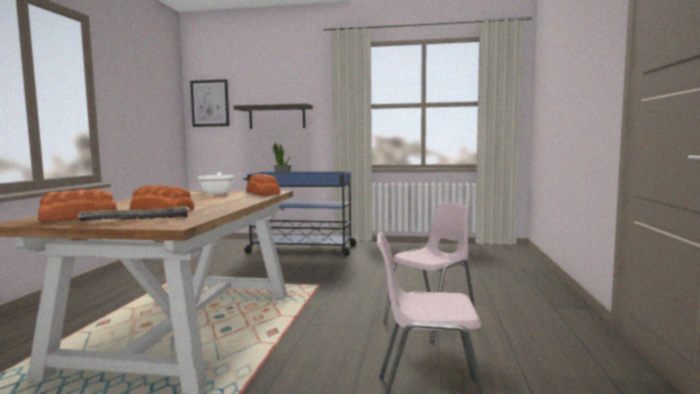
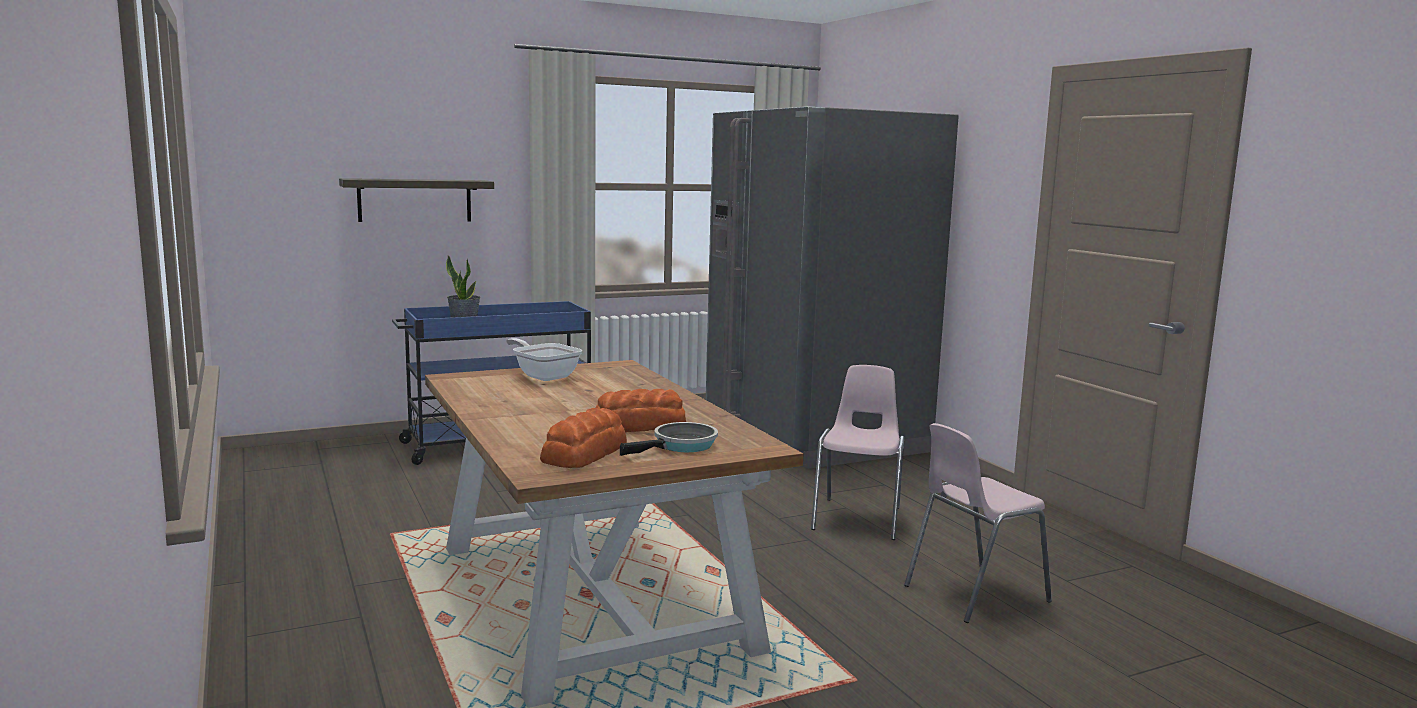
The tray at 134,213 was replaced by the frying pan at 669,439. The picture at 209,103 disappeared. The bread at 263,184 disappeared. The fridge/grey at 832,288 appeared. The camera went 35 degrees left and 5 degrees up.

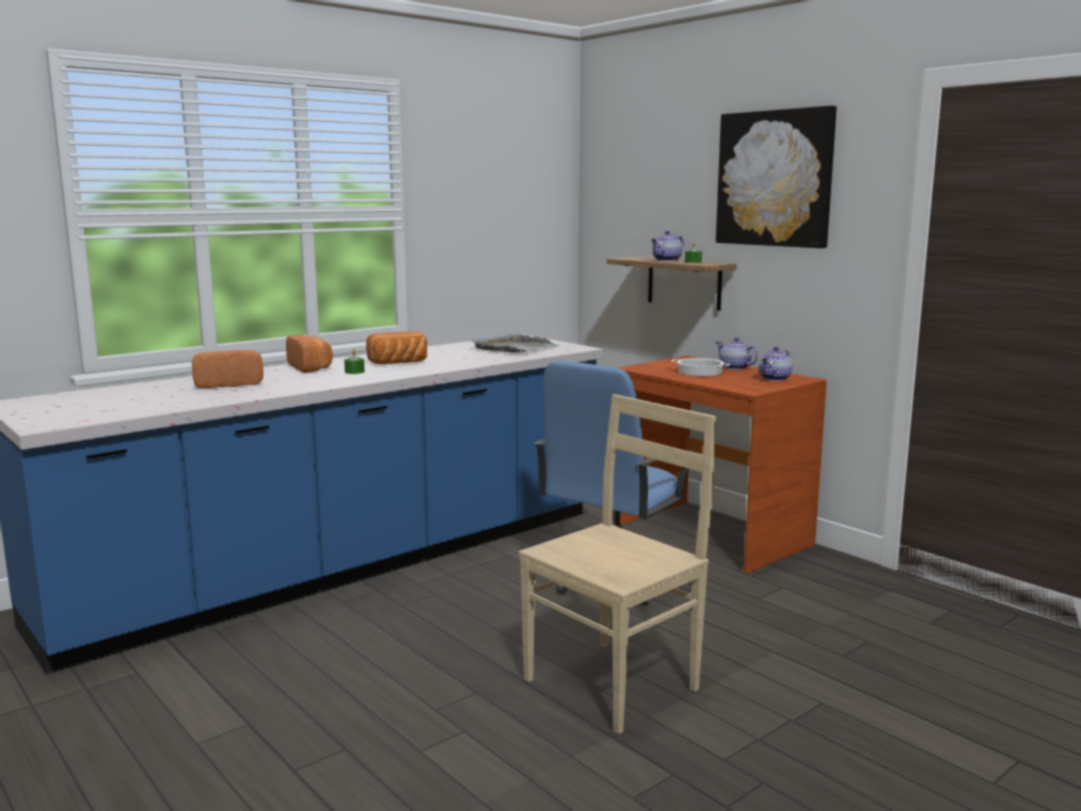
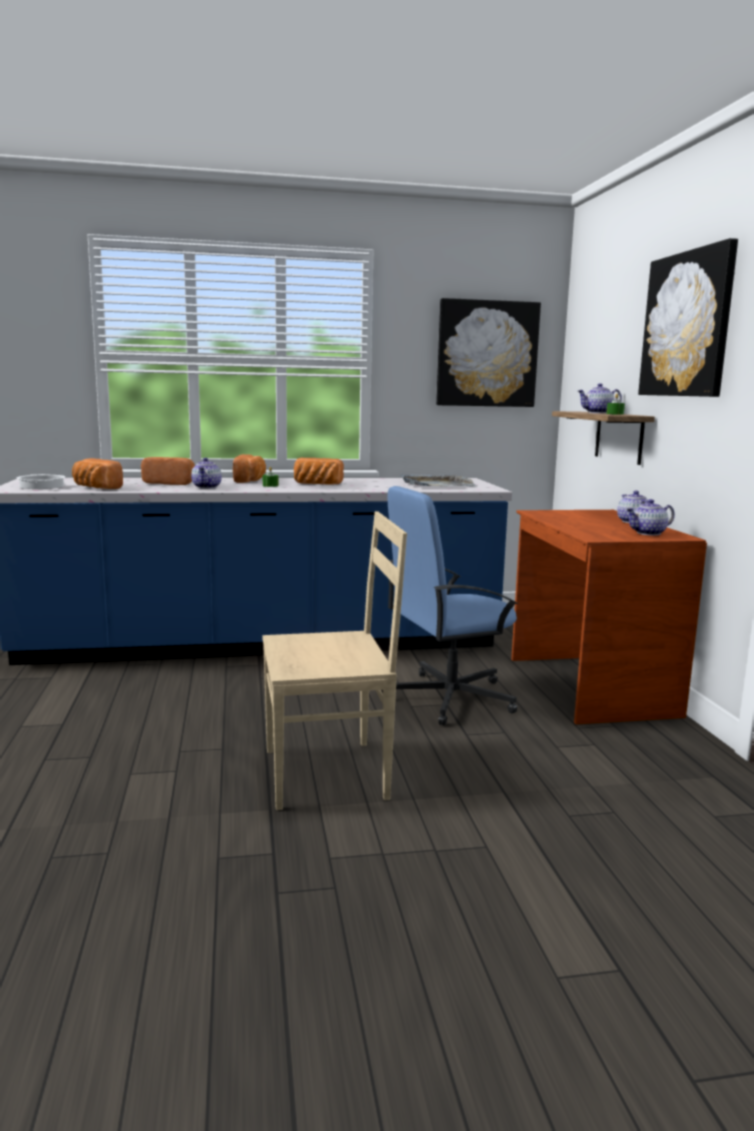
The cooking pot moved from 700,367 to 40,481. The bread at 97,473 appeared. The teapot at 206,473 appeared. The picture at 488,352 appeared. The camera went 30 degrees right and 0 degrees up.

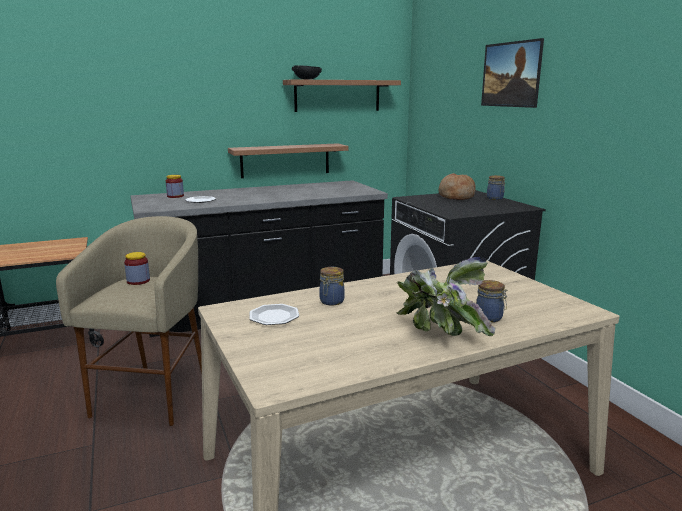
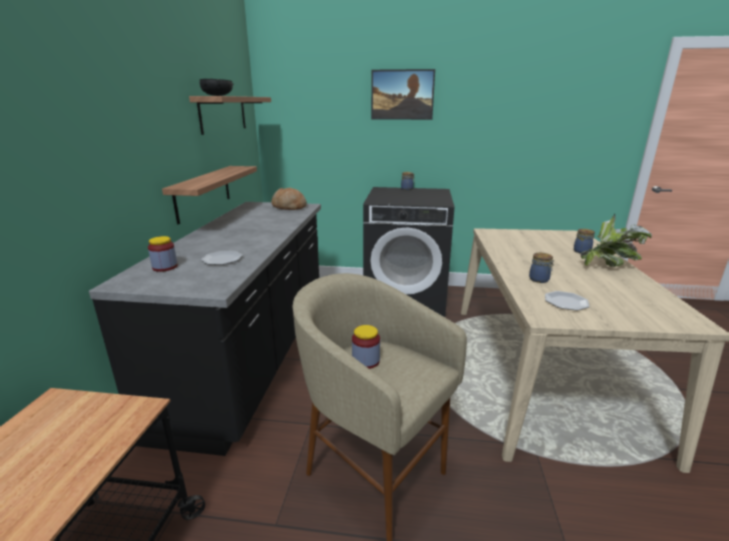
The bread moved from 457,186 to 289,198. The camera went 60 degrees left and 5 degrees up.

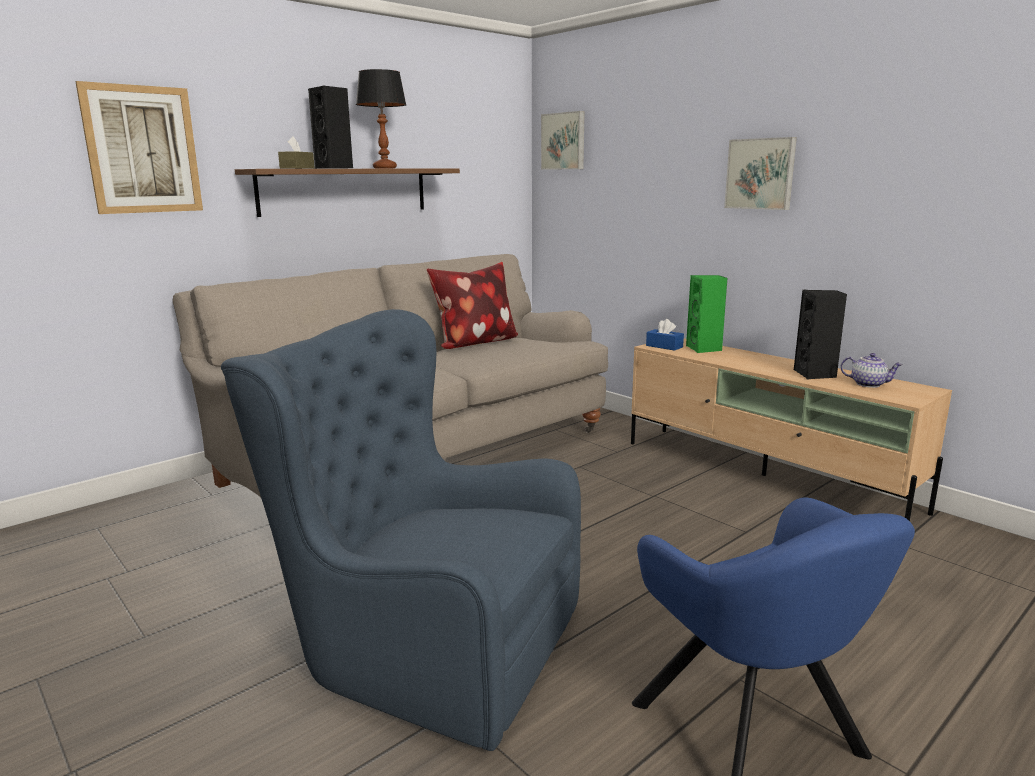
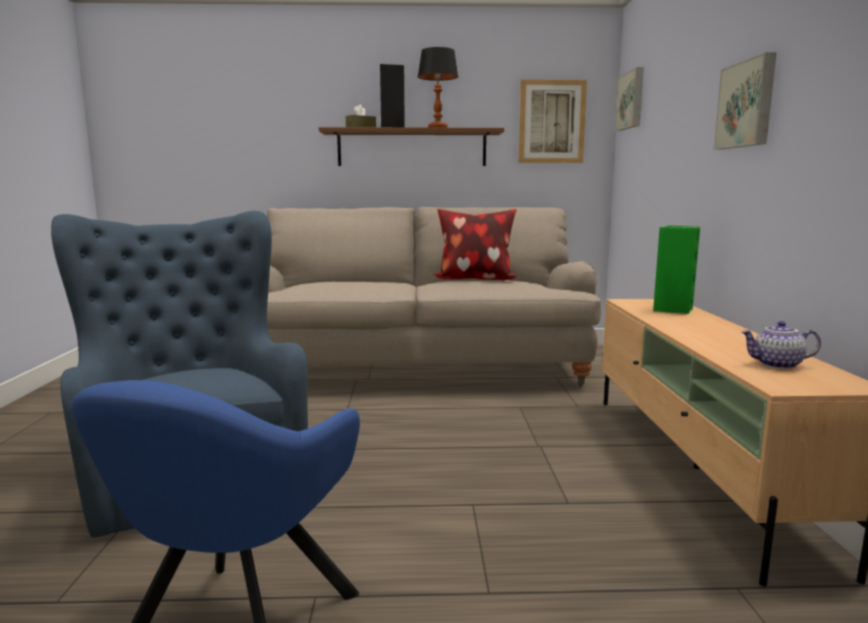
The picture moved from 139,147 to 553,121. The tissue box/blue at 665,335 disappeared. The speaker/black at 820,334 disappeared. The teapot at 871,370 turned 120 degrees clockwise. The camera went 40 degrees right and 5 degrees down.

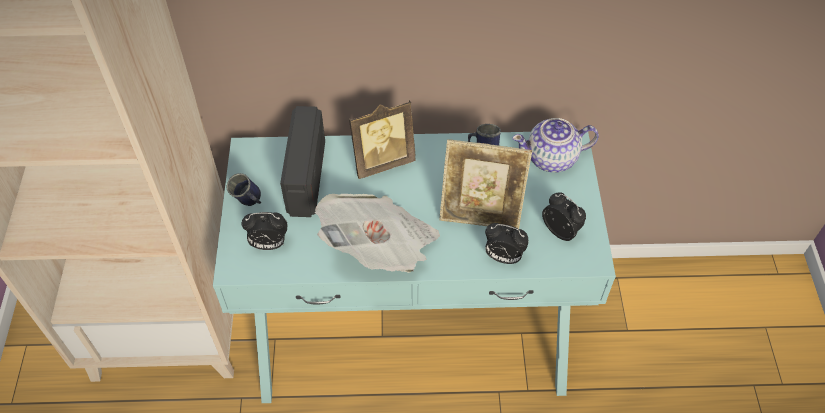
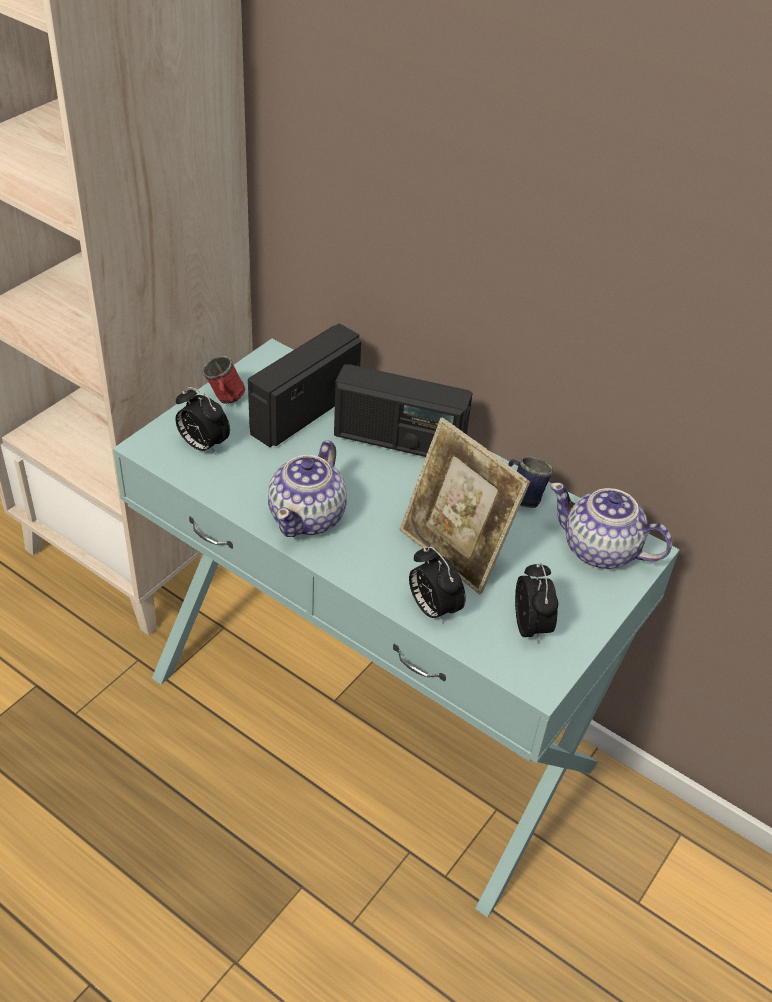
The mug/blue at 243,189 became the mug/red at 224,379. The newspaper at 377,233 was replaced by the teapot at 307,488. The picture frame at 382,139 was replaced by the radio at 403,410. The camera went 35 degrees right and 10 degrees down.

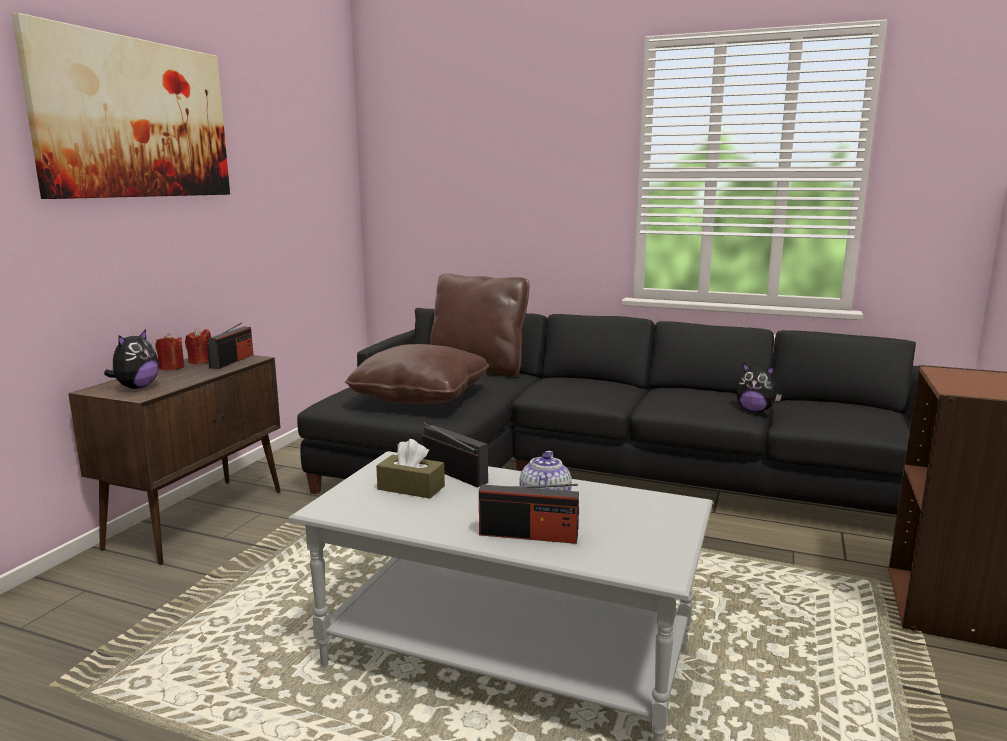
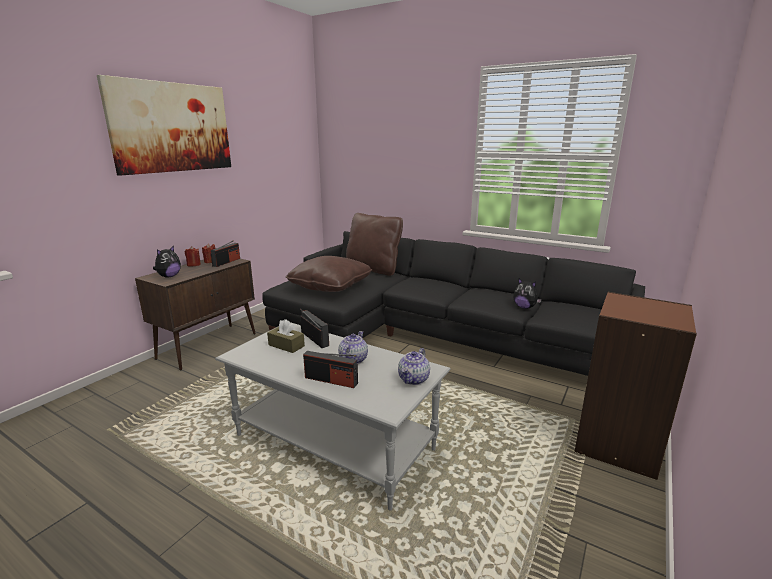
The teapot at 414,366 appeared. The camera went 10 degrees right and 5 degrees up.

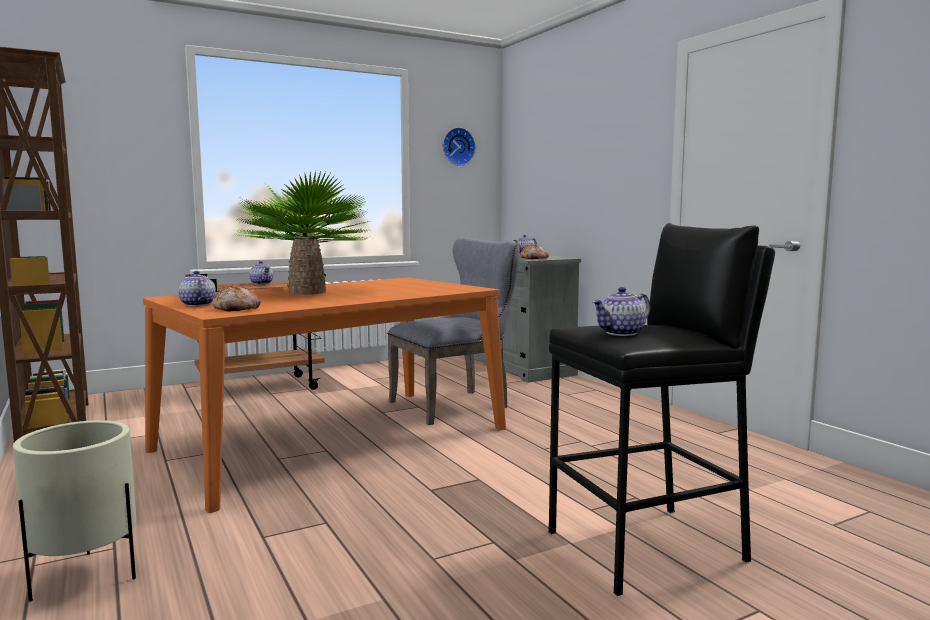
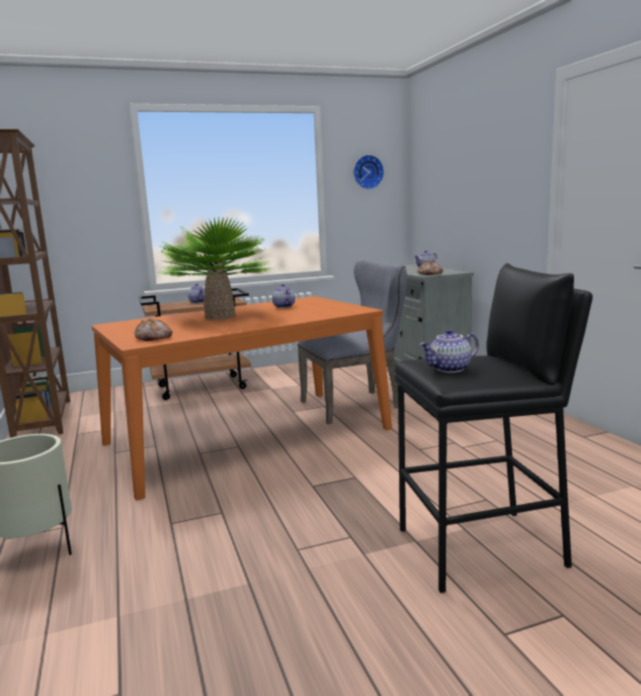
The teapot moved from 197,288 to 283,296. The camera went 10 degrees right and 5 degrees up.

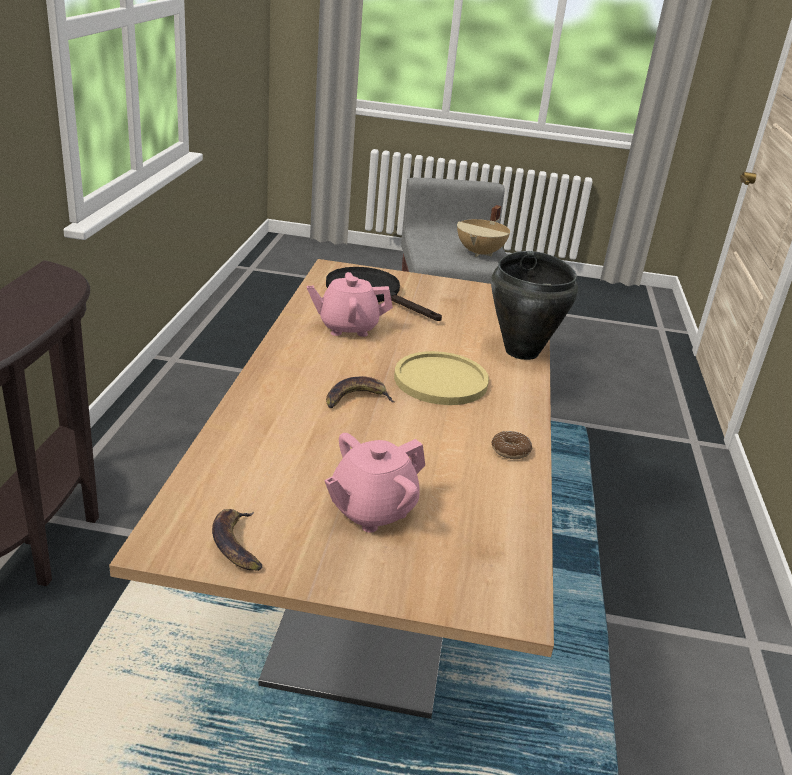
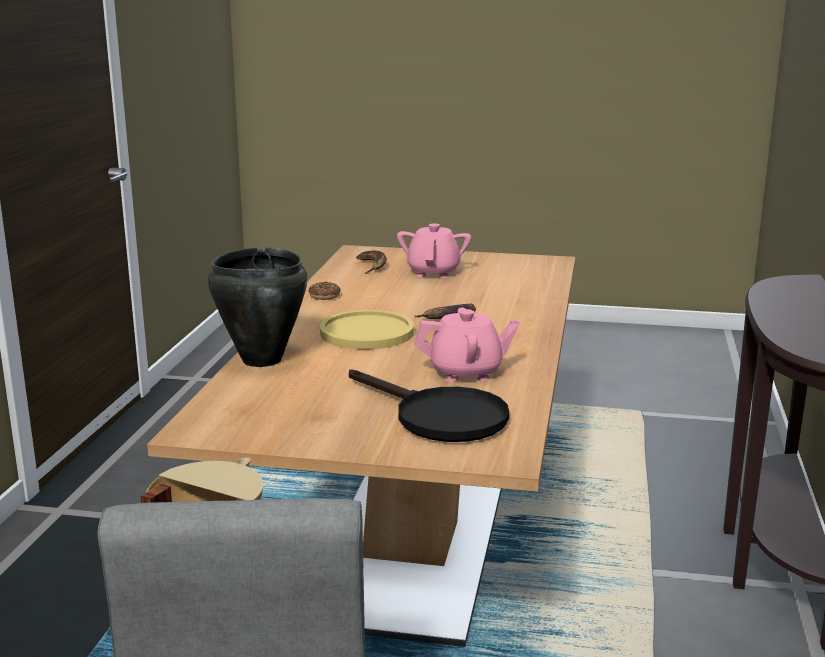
The banana moved from 237,540 to 371,262. The teapot/pink at 375,483 turned 45 degrees counterclockwise. The camera went 175 degrees left and 10 degrees down.

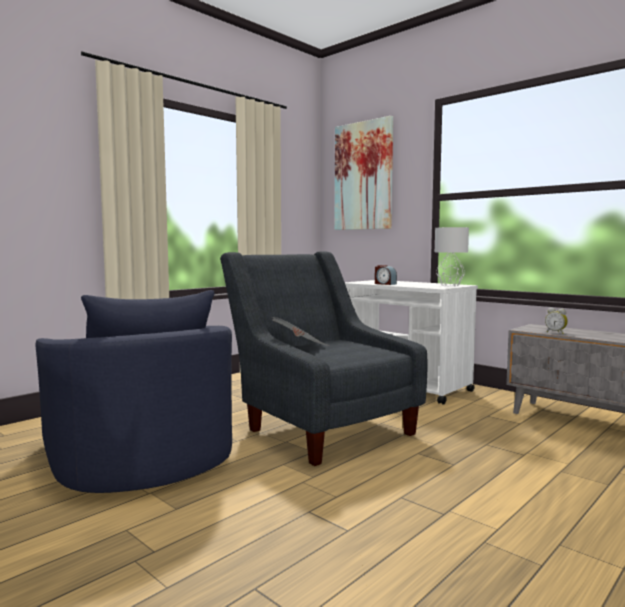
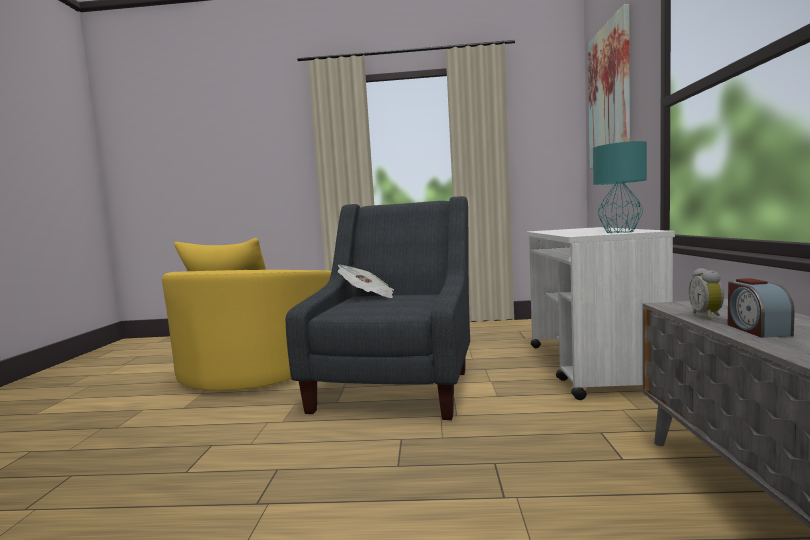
The armchair/blue at 133,391 became the armchair/yellow at 246,314. The alarm clock moved from 386,275 to 761,308. The table lamp/grey at 452,257 became the table lamp/turquoise at 620,187. The camera went 50 degrees right and 0 degrees up.

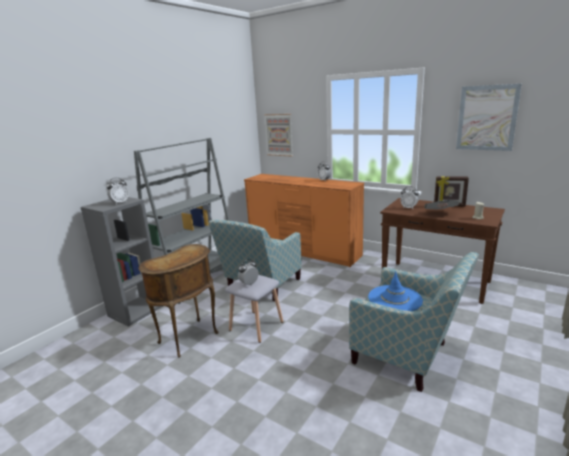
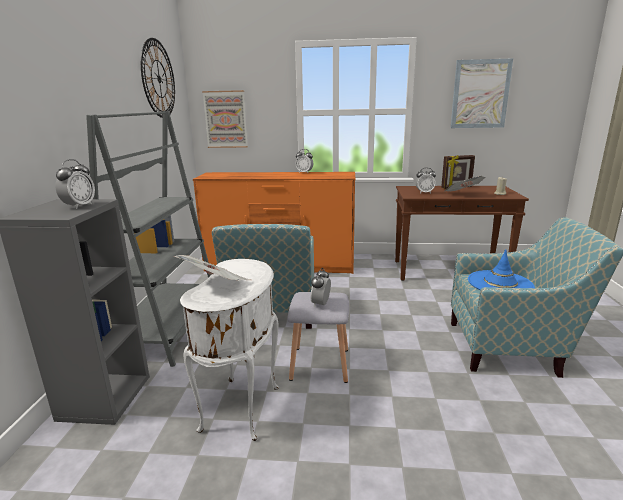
The side table/brown at 179,301 became the side table/white at 229,350. The wall clock at 158,78 appeared. The newspaper at 212,268 appeared. The camera went 30 degrees left and 0 degrees up.

